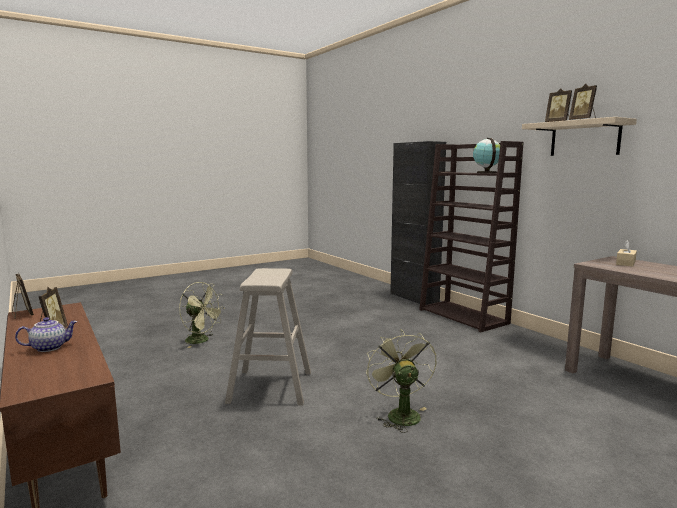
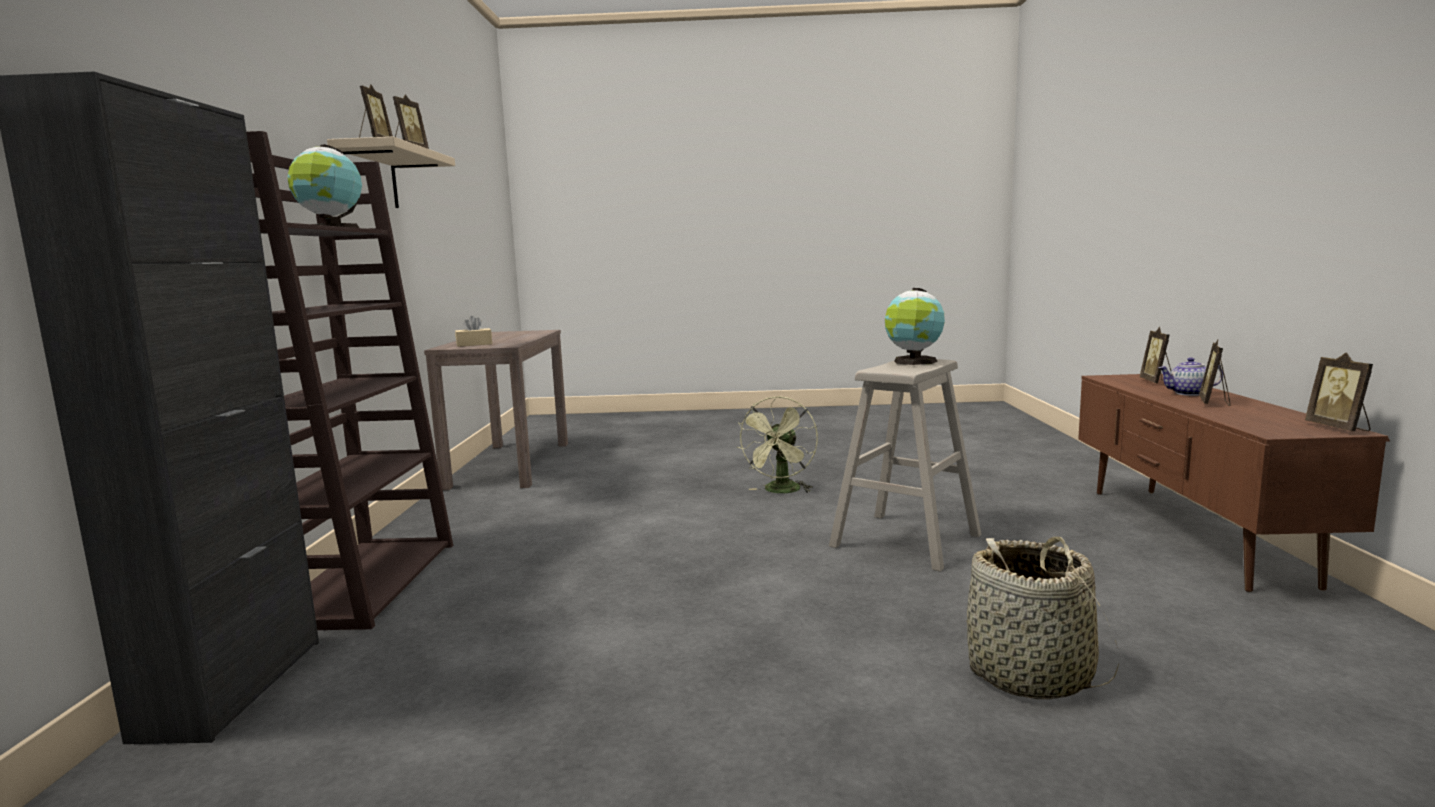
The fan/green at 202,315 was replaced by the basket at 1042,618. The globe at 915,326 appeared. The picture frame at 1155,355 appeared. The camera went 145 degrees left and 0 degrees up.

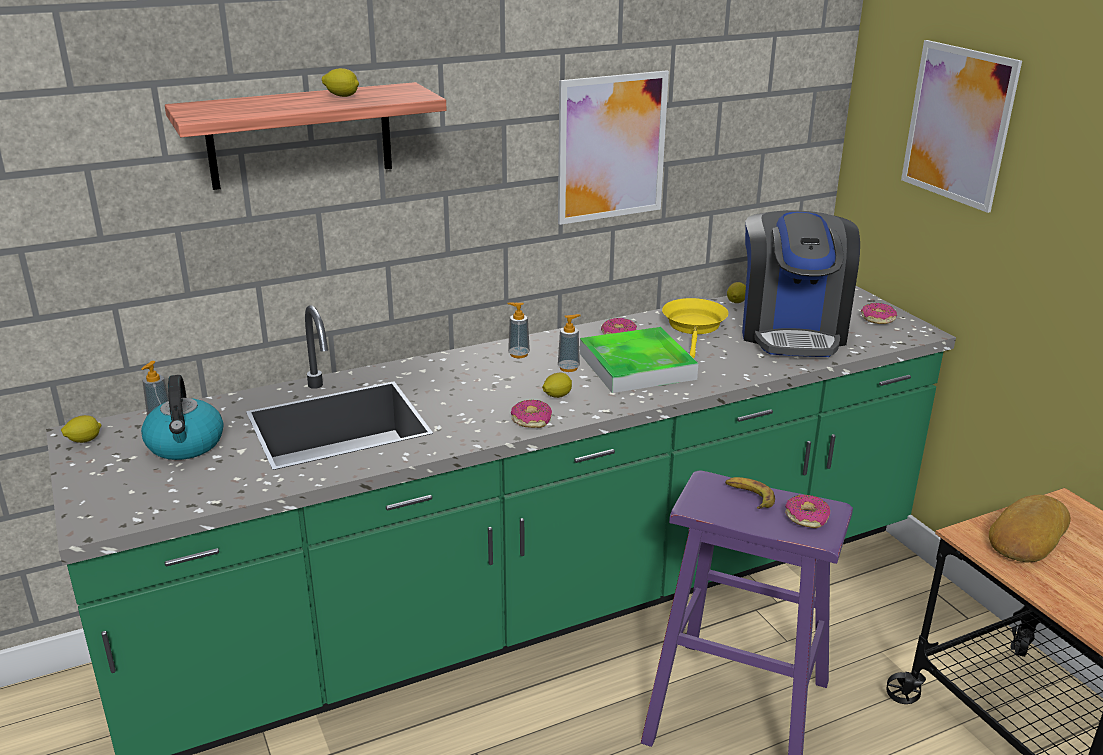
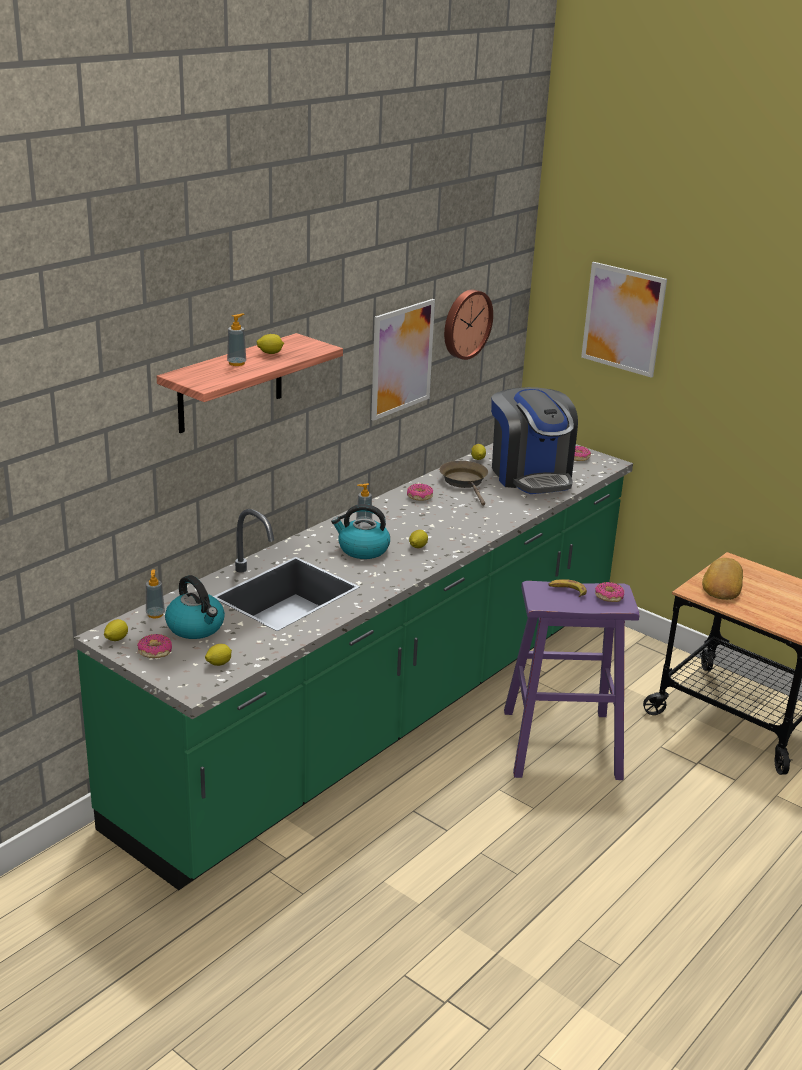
The donut moved from 531,414 to 154,646. The soap dispenser moved from 569,343 to 236,339. The tray at 639,360 disappeared. The frying pan/yellow at 695,328 became the frying pan/brown at 463,483. The lemon at 218,655 appeared. The kettle at 360,531 appeared. The wall clock at 468,324 appeared. The camera went 25 degrees left and 0 degrees up.

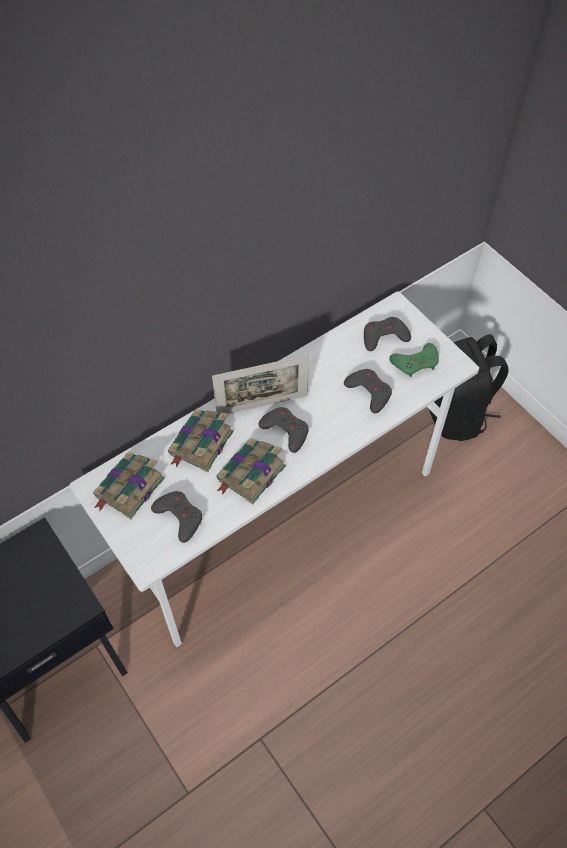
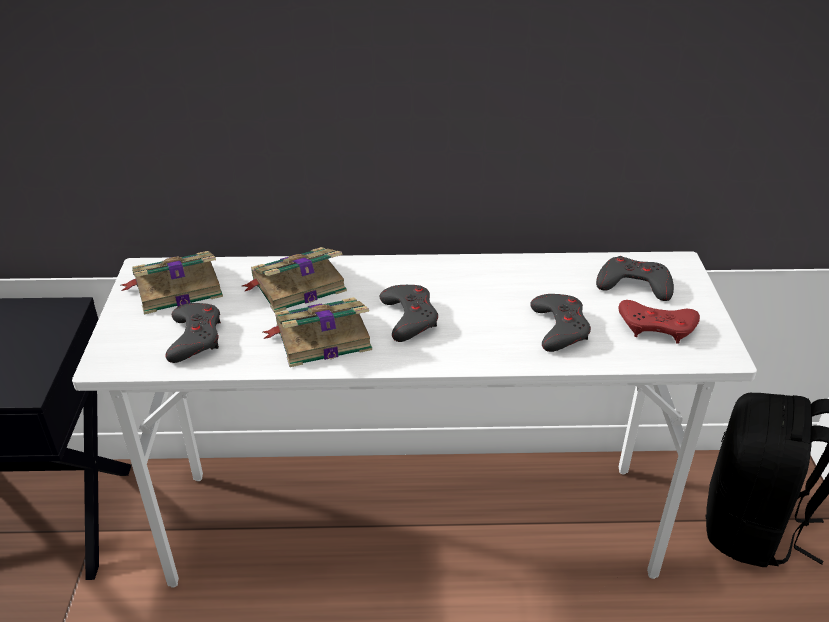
The picture frame at 260,384 disappeared. The game controller/green at 414,360 became the game controller/red at 659,321. The camera went 35 degrees right and 20 degrees down.

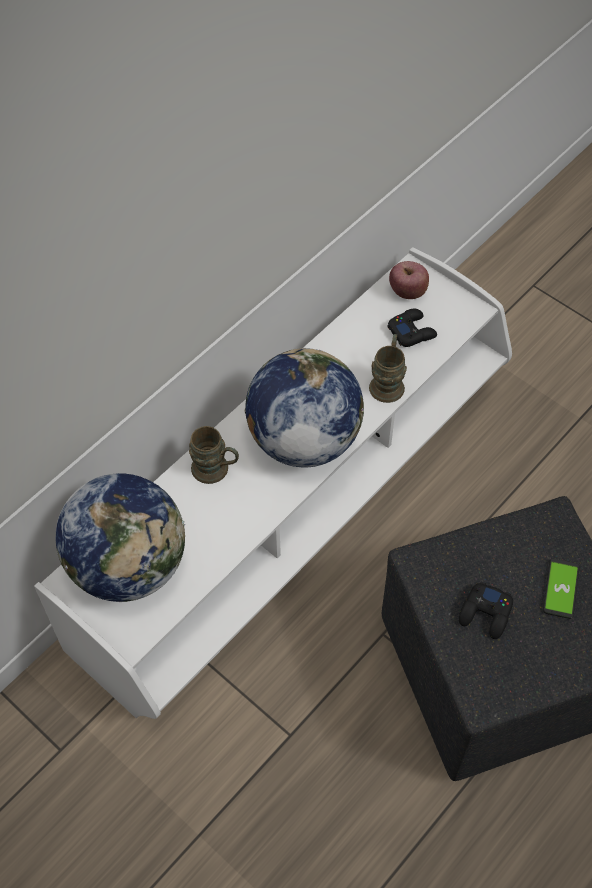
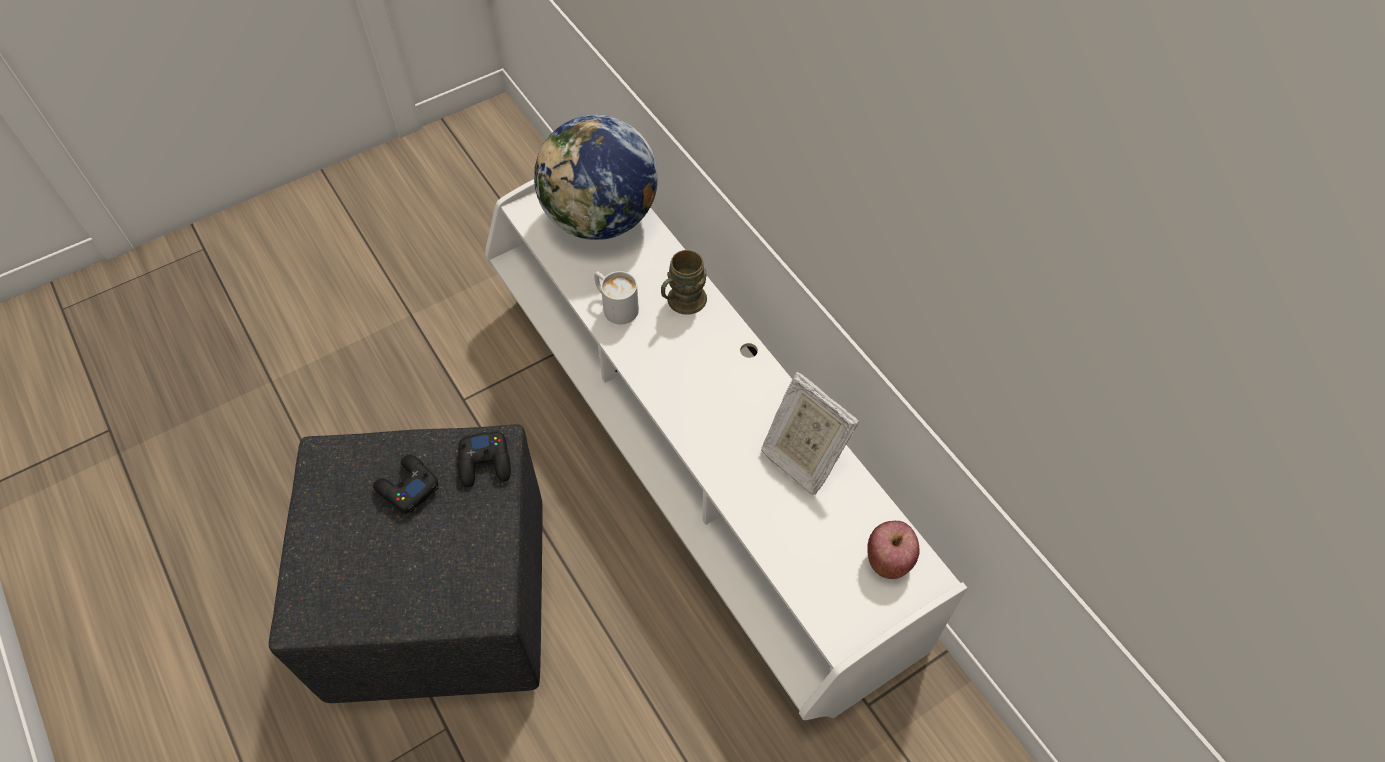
The globe at 304,408 disappeared. The mug/brown at 388,368 disappeared. The game controller/black moved from 412,327 to 484,459. The phone at 561,588 disappeared. The mug/white at 616,297 appeared. The picture frame at 810,433 appeared. The camera went 105 degrees right and 0 degrees up.

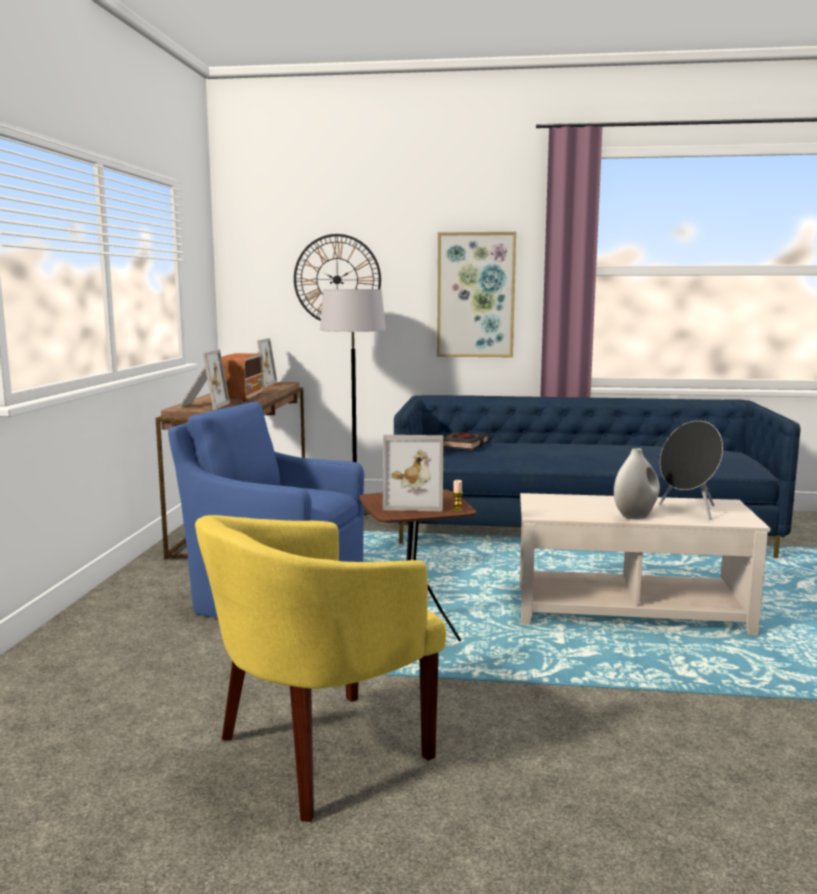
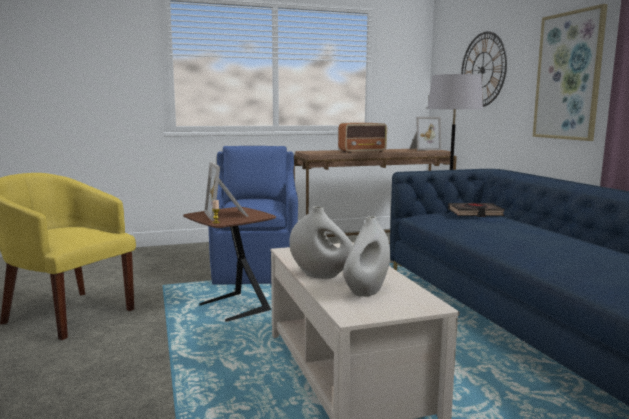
The picture frame at 204,379 disappeared. The speaker/black at 691,470 was replaced by the vase/white at 366,256. The camera went 65 degrees right and 0 degrees up.

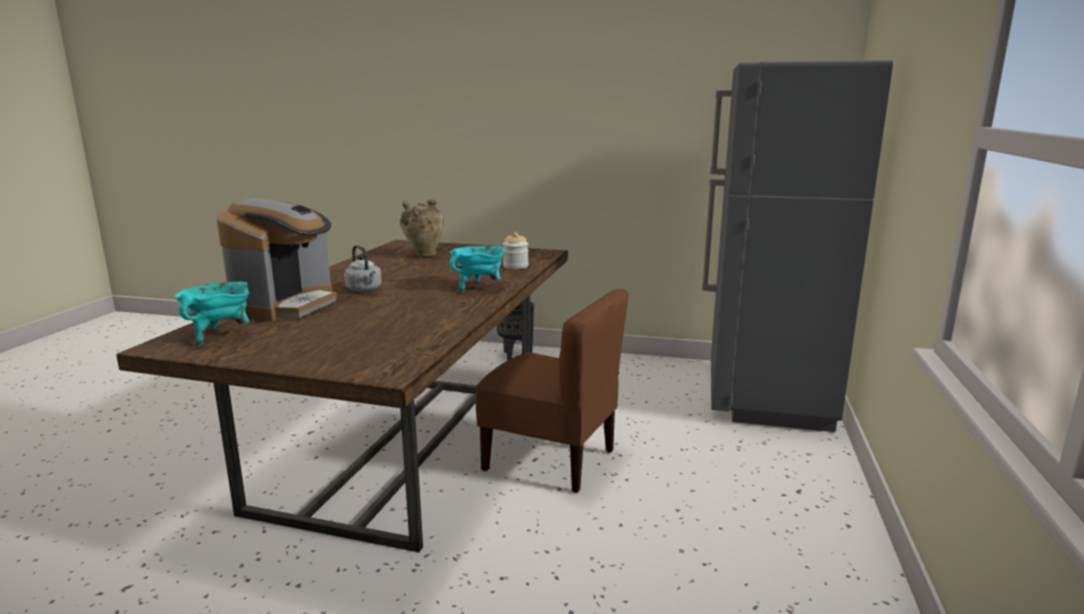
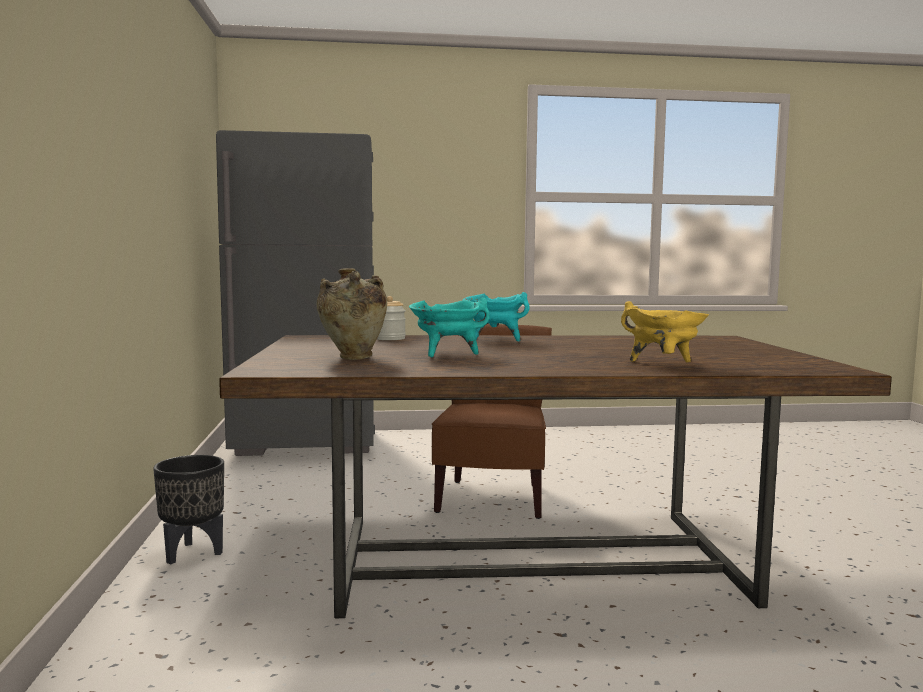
The cooking pot/turquoise moved from 211,314 to 449,327. The coffee machine at 276,259 was replaced by the cooking pot/yellow at 665,331. The kettle/grey at 363,268 disappeared. The camera went 110 degrees left and 10 degrees down.

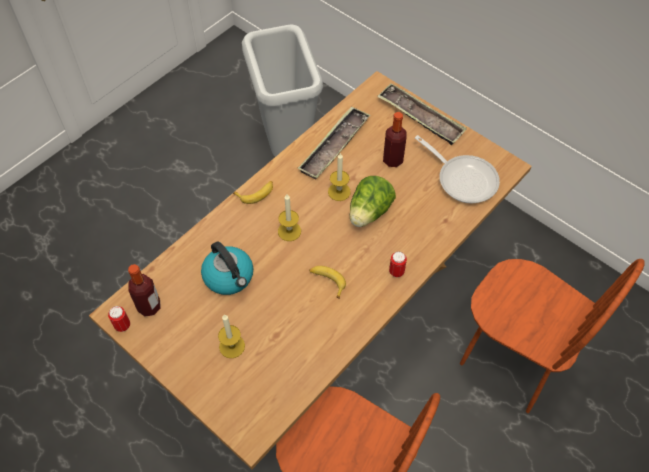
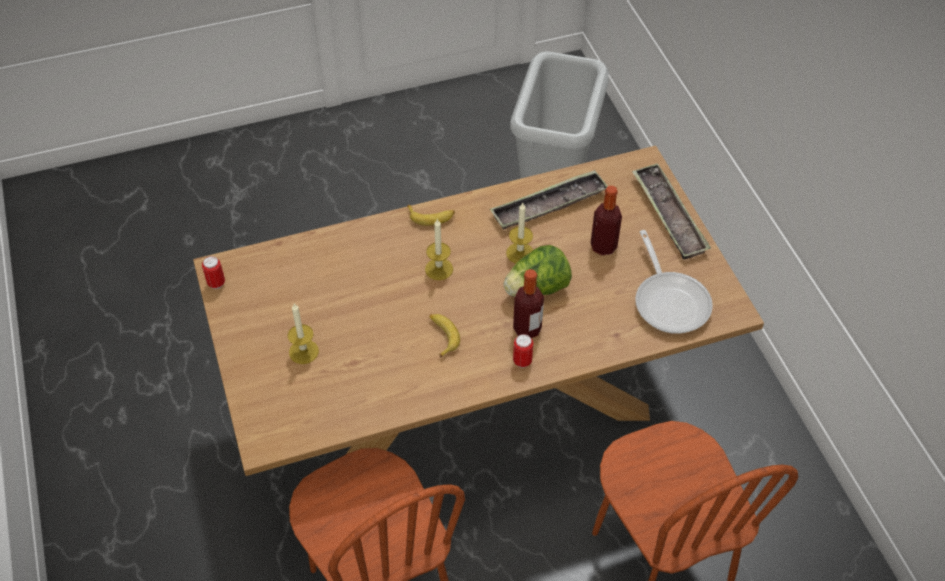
The bottle moved from 144,290 to 528,303. The kettle at 227,268 disappeared. The camera went 30 degrees right and 5 degrees down.

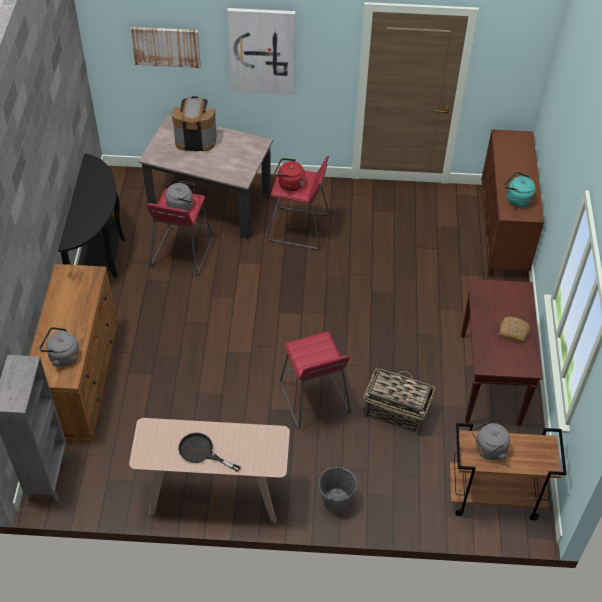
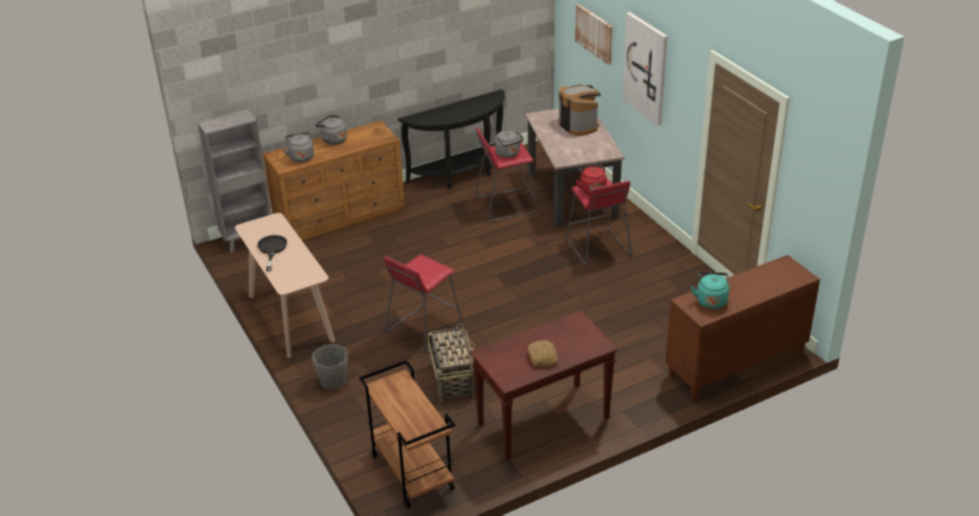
The kettle/grey moved from 491,441 to 331,130. The camera went 60 degrees right and 15 degrees down.

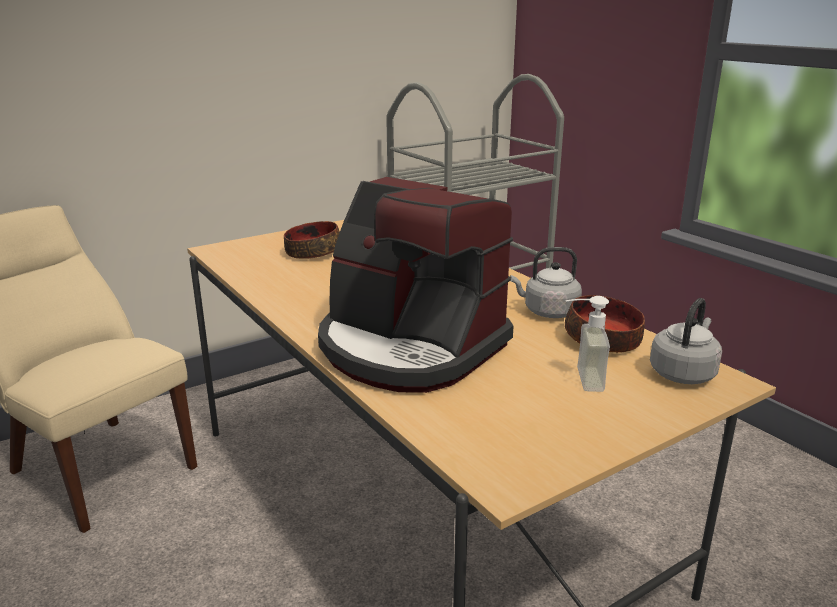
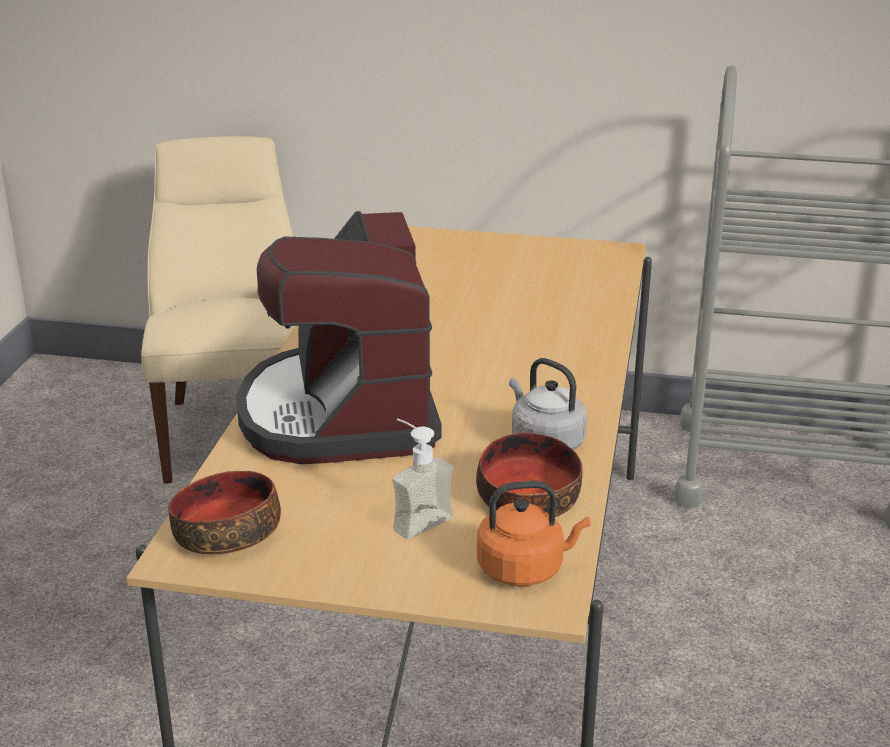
The bowl moved from 312,240 to 224,512. The kettle/grey at 686,341 became the kettle/orange at 533,533. The camera went 45 degrees right and 5 degrees up.

